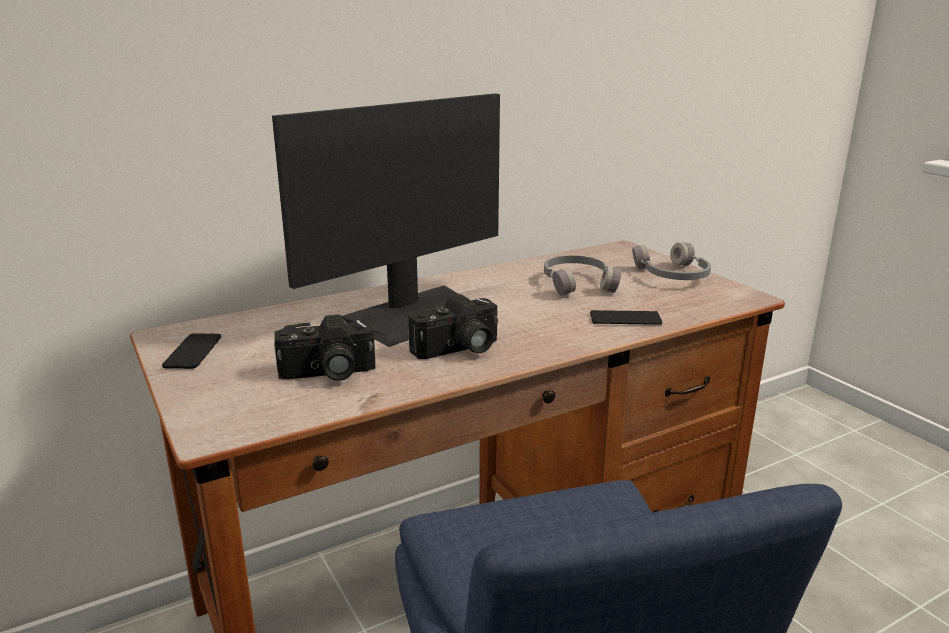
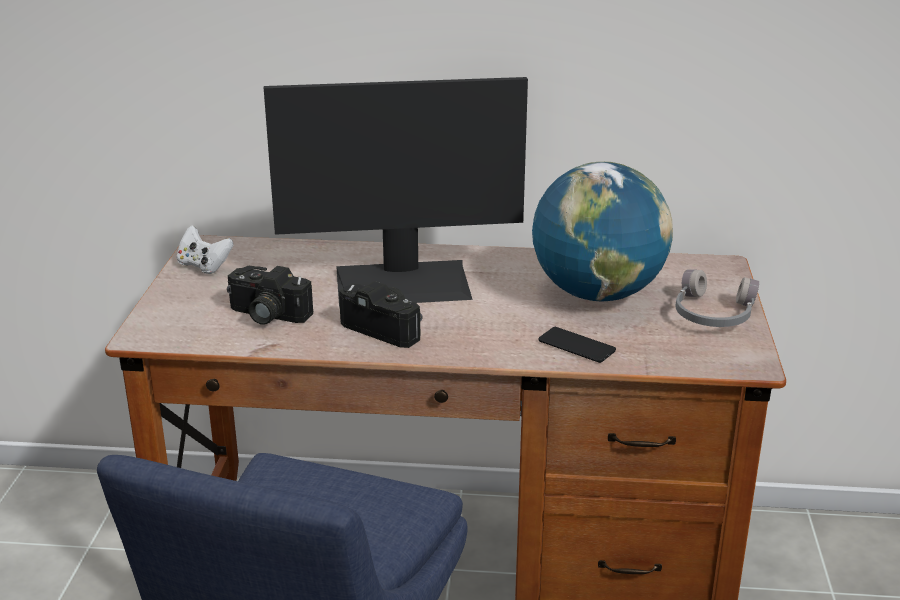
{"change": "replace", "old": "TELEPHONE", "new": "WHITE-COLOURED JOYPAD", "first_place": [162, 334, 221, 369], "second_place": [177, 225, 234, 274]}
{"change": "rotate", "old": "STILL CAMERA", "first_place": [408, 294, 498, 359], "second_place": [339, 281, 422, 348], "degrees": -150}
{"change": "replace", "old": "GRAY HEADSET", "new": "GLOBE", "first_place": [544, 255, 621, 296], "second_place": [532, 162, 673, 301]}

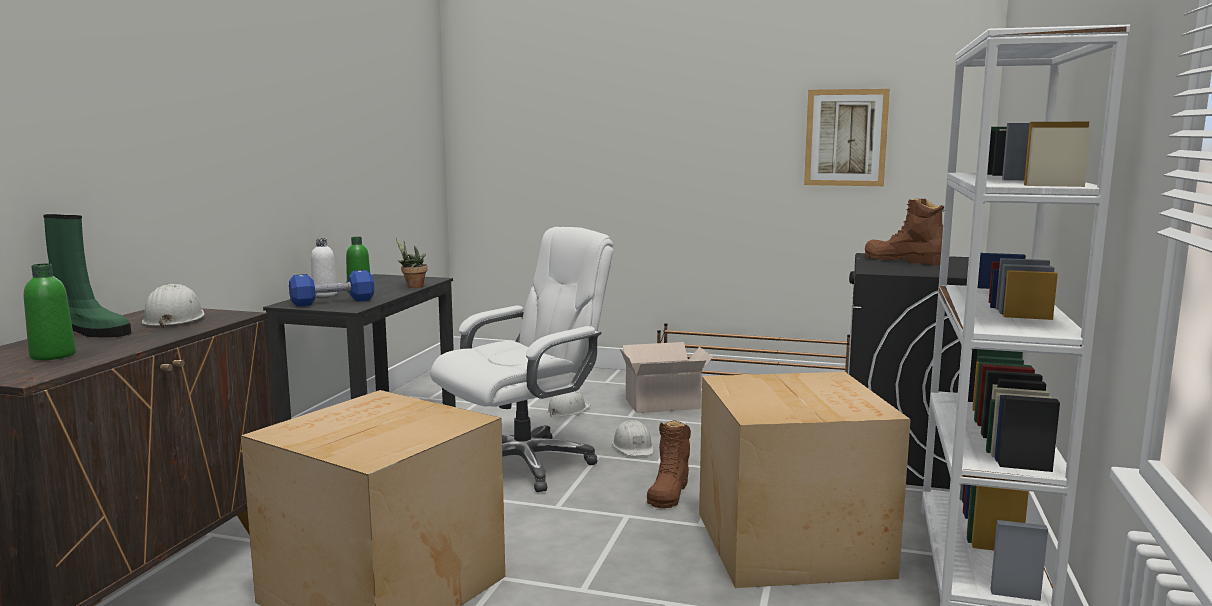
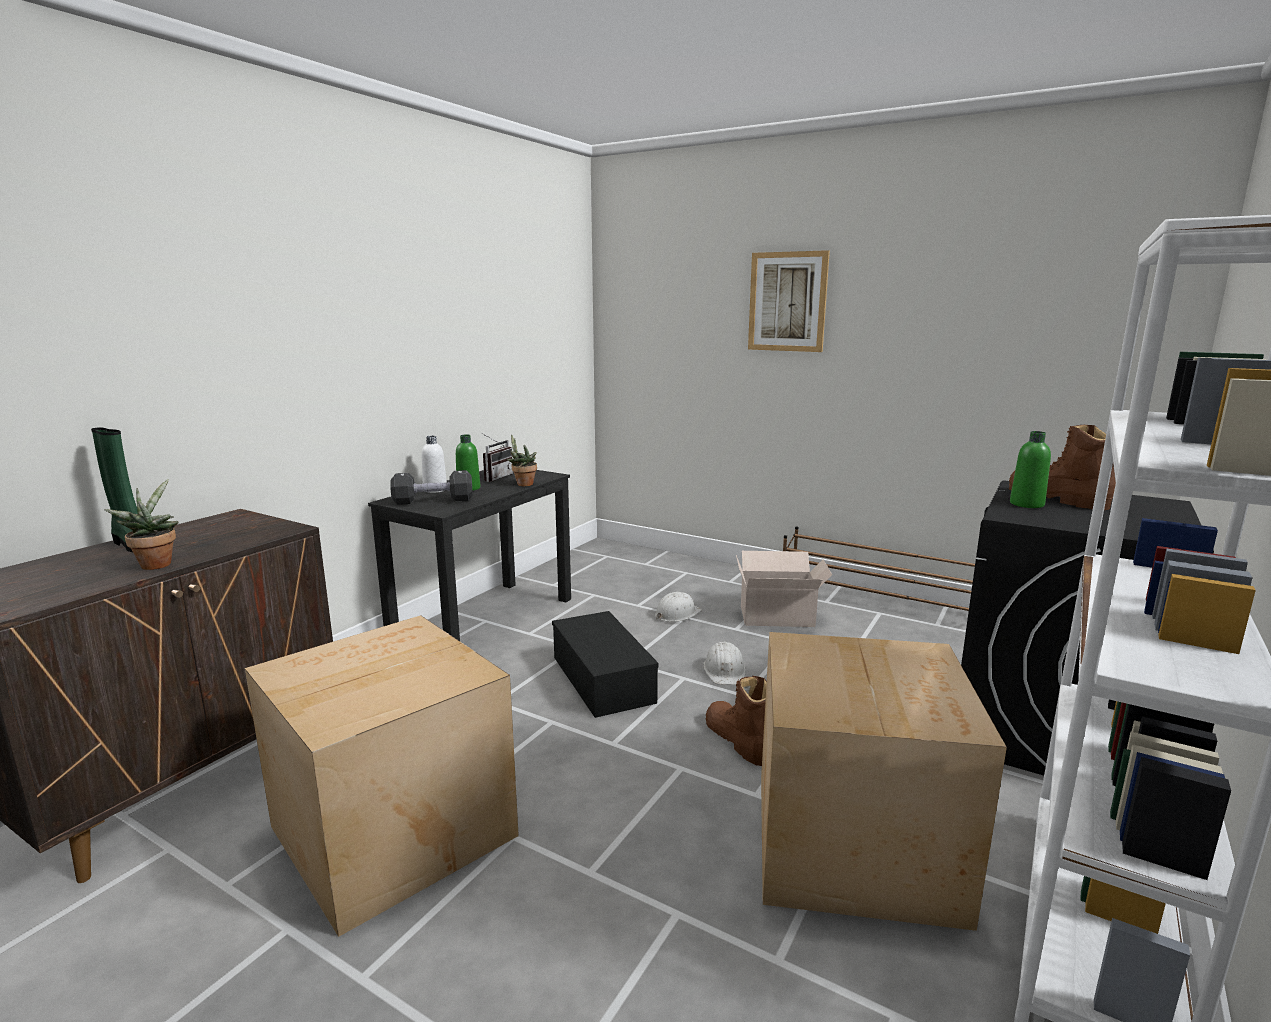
{"change": "insert", "new": "PLANT IN A POT", "second_place": [105, 479, 178, 570]}
{"change": "recolor", "old": "BLUE FREE WEIGHT", "new": "BLACK FREE WEIGHT", "first_place": [289, 270, 374, 307], "second_place": [390, 470, 473, 505]}
{"change": "insert", "new": "RADIO", "second_place": [482, 433, 513, 482]}
{"change": "replace", "old": "WHITE-COLOURED DESK CHAIR", "new": "BLACK STORAGE BIN", "first_place": [430, 227, 613, 492], "second_place": [552, 611, 659, 718]}
{"change": "rotate", "old": "BROWN HIGH-TOP BOOT", "first_place": [647, 421, 691, 508], "second_place": [705, 676, 767, 766], "degrees": 120}
{"change": "move", "old": "WALL ART", "first_place": [804, 89, 890, 186], "second_place": [748, 250, 830, 352]}
{"change": "move", "old": "GREEN-COLOURED BOTTLE", "first_place": [24, 263, 76, 360], "second_place": [1010, 431, 1051, 508]}
{"change": "delete", "old": "WHITE-COLOURED HARD HAT", "first_place": [142, 284, 205, 328]}

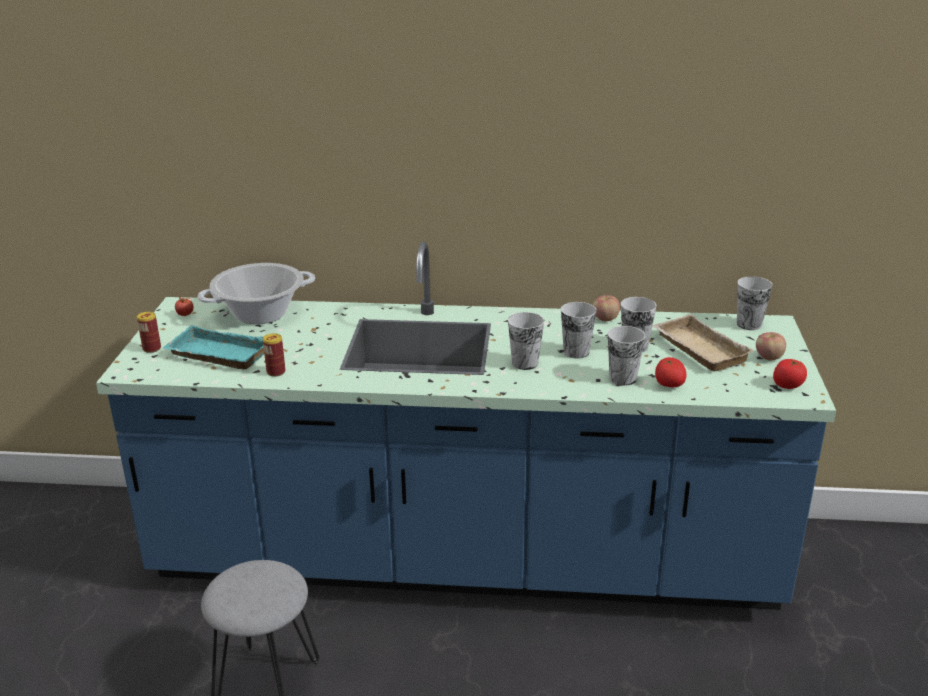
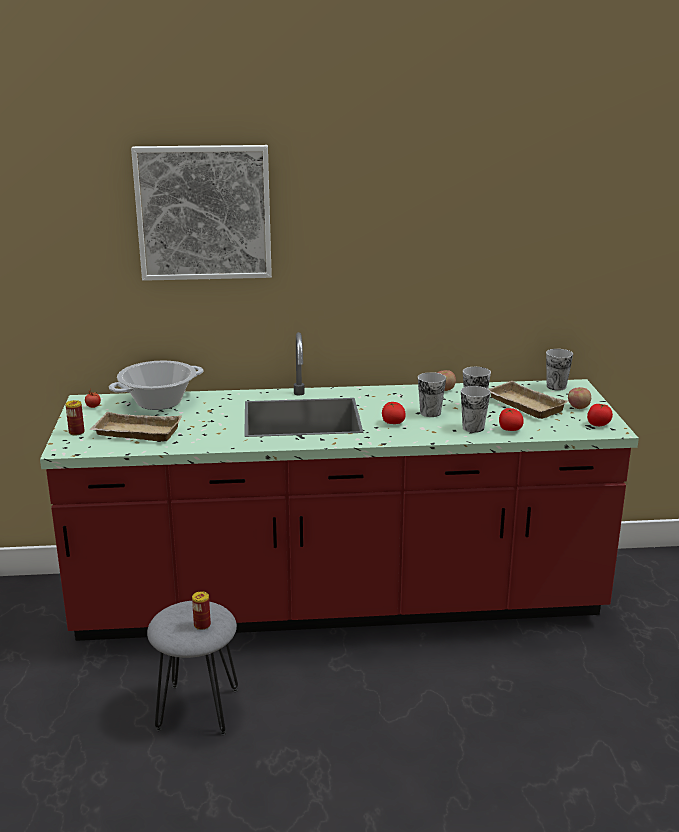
{"change": "recolor", "old": "BLUE KITCHEN COUNTER", "new": "REDDISH KITCHEN COUNTER", "first_place": [96, 241, 836, 610], "second_place": [40, 332, 639, 641]}
{"change": "recolor", "old": "TURQUOISE SERVING TRAY", "new": "SAND-COLOURED SERVING TRAY", "first_place": [163, 325, 264, 369], "second_place": [89, 412, 182, 442]}
{"change": "insert", "new": "WALL ART", "second_place": [131, 145, 272, 281]}
{"change": "move", "old": "METAL CAN", "first_place": [263, 333, 285, 377], "second_place": [192, 591, 211, 630]}
{"change": "replace", "old": "CUP", "new": "TOMATO", "first_place": [508, 312, 544, 370], "second_place": [382, 402, 406, 424]}

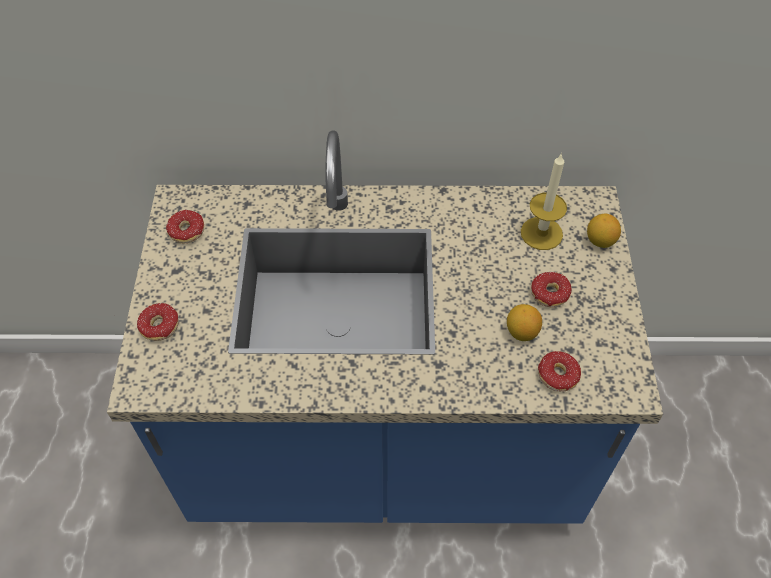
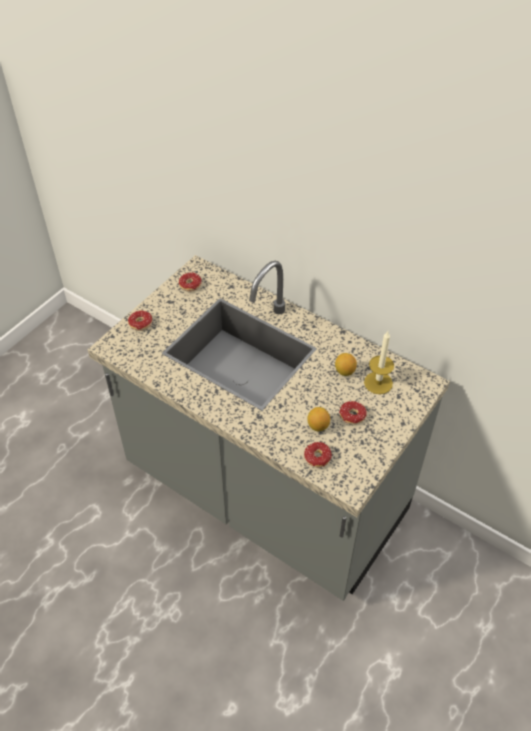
{"change": "recolor", "old": "BLUE KITCHEN COUNTER", "new": "GRAY KITCHEN COUNTER", "first_place": [107, 131, 663, 524], "second_place": [87, 255, 450, 601]}
{"change": "move", "old": "LEMON", "first_place": [587, 214, 621, 248], "second_place": [335, 353, 357, 376]}

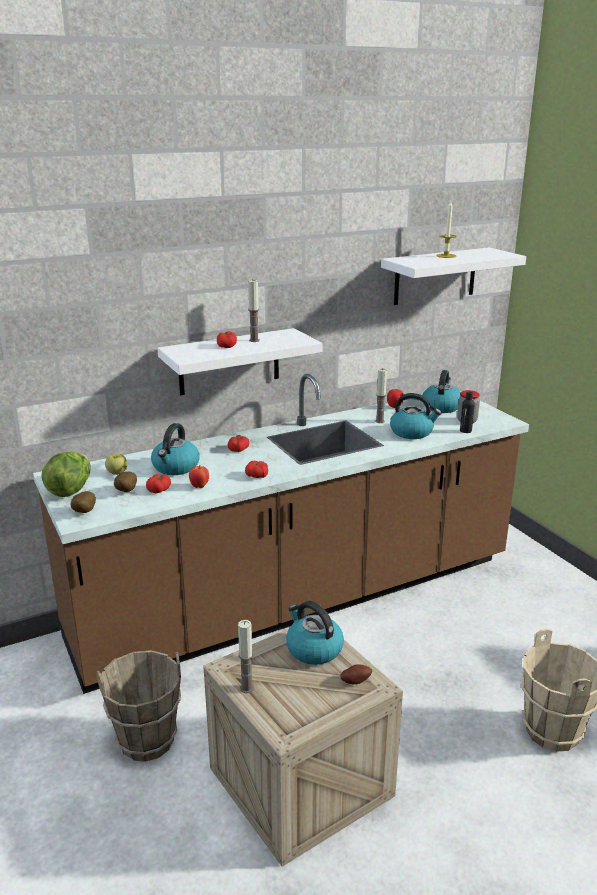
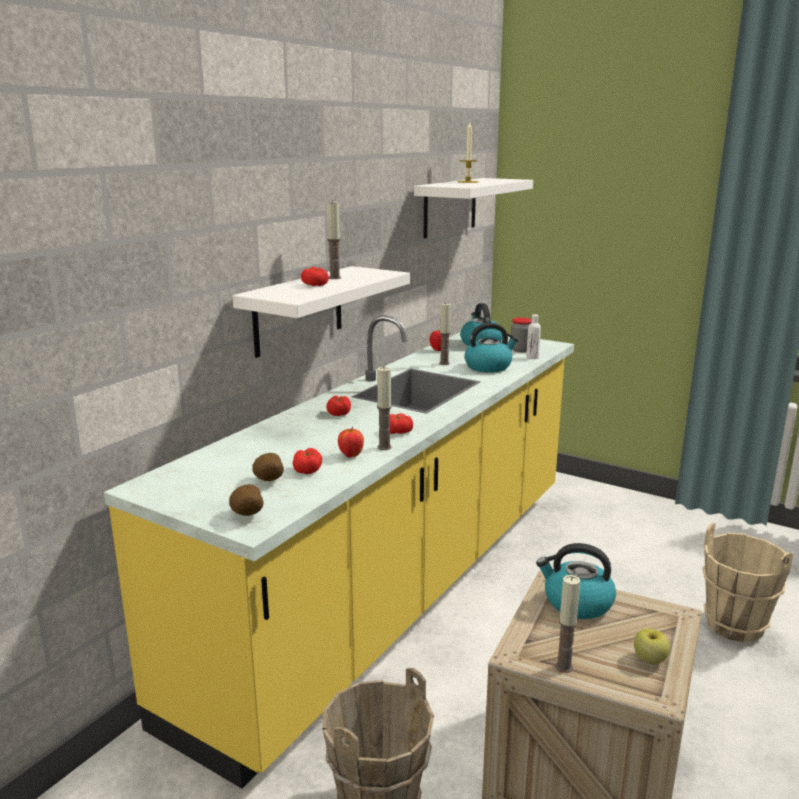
{"change": "recolor", "old": "BROWN KITCHEN COUNTER", "new": "YELLOW-COLOURED KITCHEN COUNTER", "first_place": [33, 374, 529, 694], "second_place": [104, 315, 574, 789]}
{"change": "insert", "new": "CANDLE", "second_place": [377, 366, 392, 450]}
{"change": "recolor", "old": "BLACK BOTTLE", "new": "WHITE-COLOURED BOTTLE", "first_place": [460, 392, 475, 433], "second_place": [526, 314, 541, 359]}
{"change": "move", "old": "APPLE", "first_place": [105, 454, 127, 475], "second_place": [634, 629, 670, 664]}
{"change": "delete", "old": "LETTUCE HEAD", "first_place": [41, 452, 91, 497]}
{"change": "delete", "old": "WATER KETTLE", "first_place": [151, 423, 200, 475]}
{"change": "delete", "old": "POTATO", "first_place": [340, 664, 372, 684]}

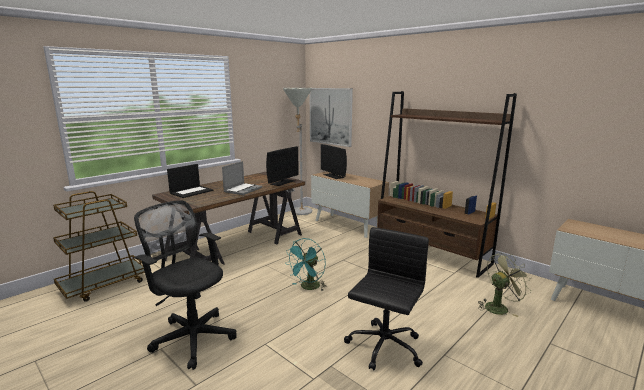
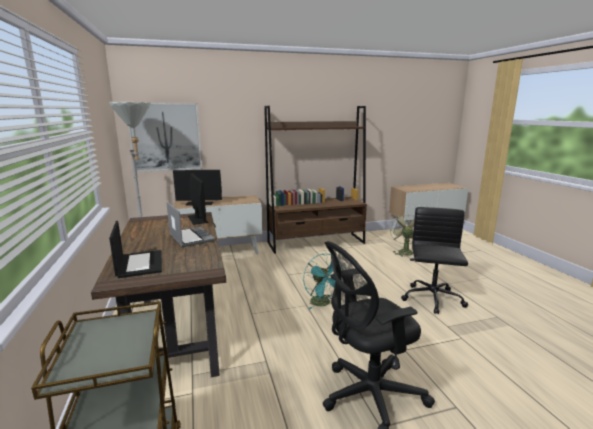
{"change": "rotate", "old": "BLACK DESK CHAIR", "first_place": [344, 227, 429, 370], "second_place": [401, 207, 468, 314], "degrees": 45}

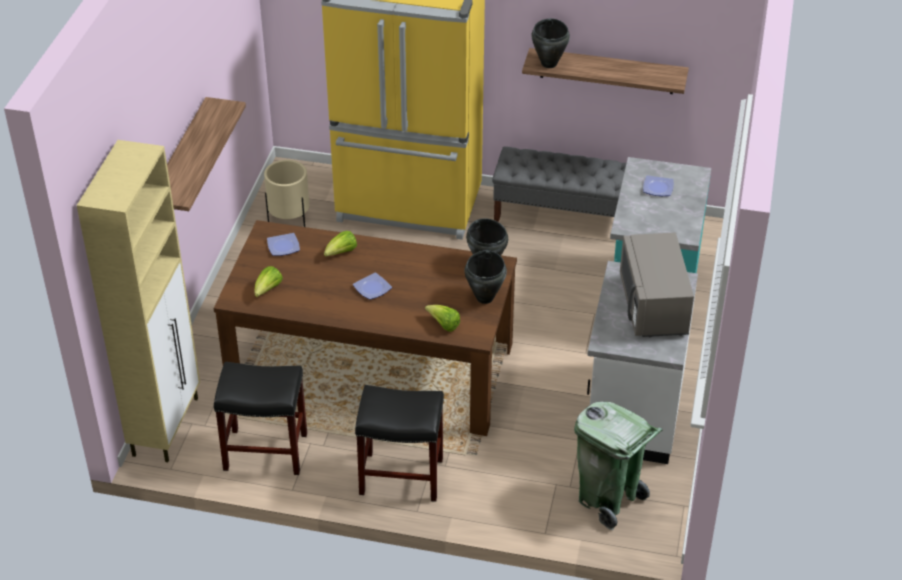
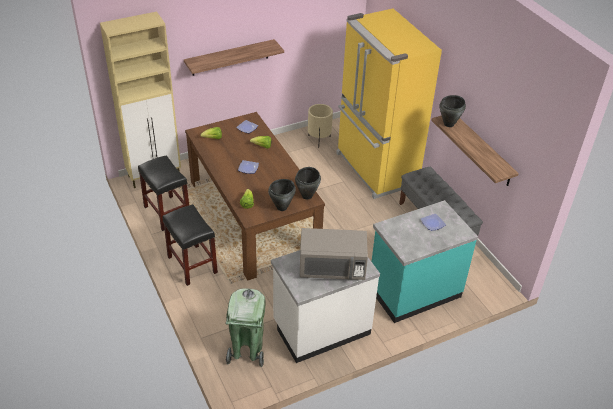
{"change": "rotate", "old": "GRAY MICROWAVE", "first_place": [620, 233, 694, 337], "second_place": [300, 228, 368, 280], "degrees": -135}

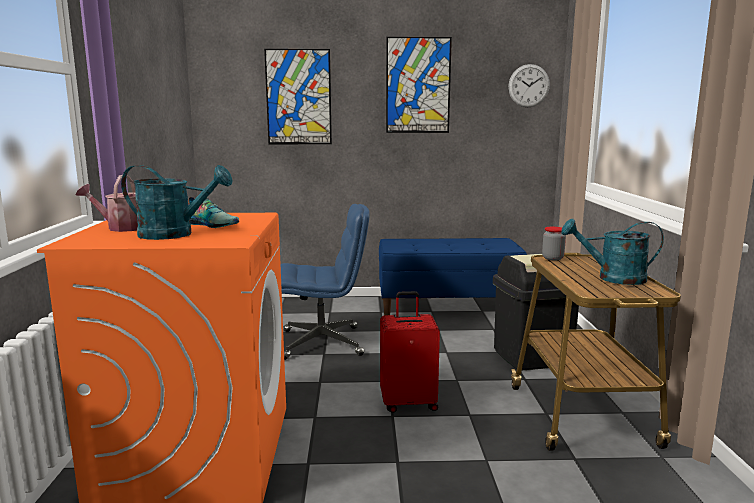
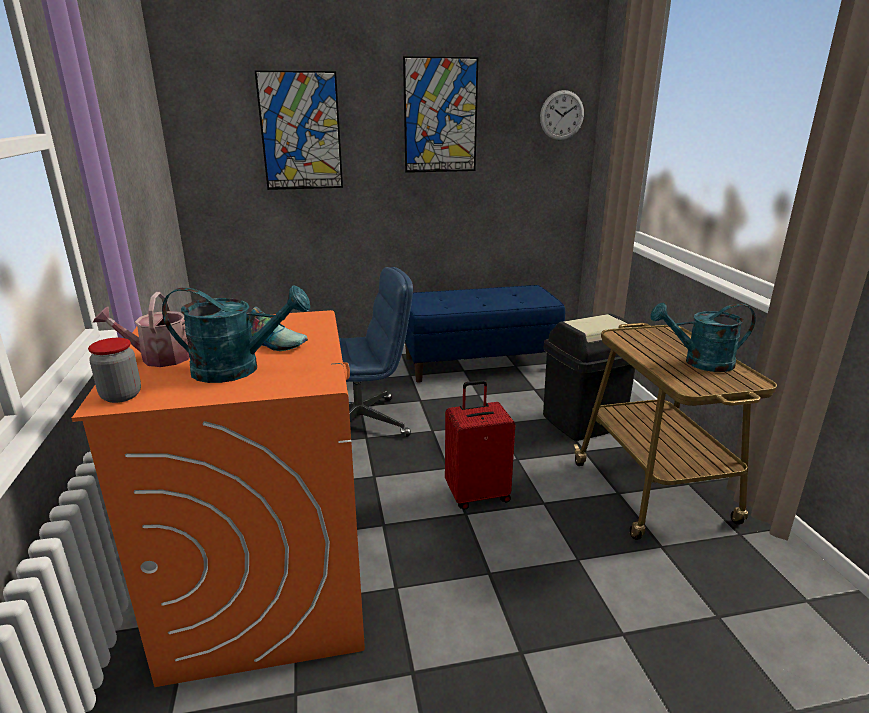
{"change": "move", "old": "PRESERVE JAR", "first_place": [542, 227, 566, 260], "second_place": [88, 338, 141, 403]}

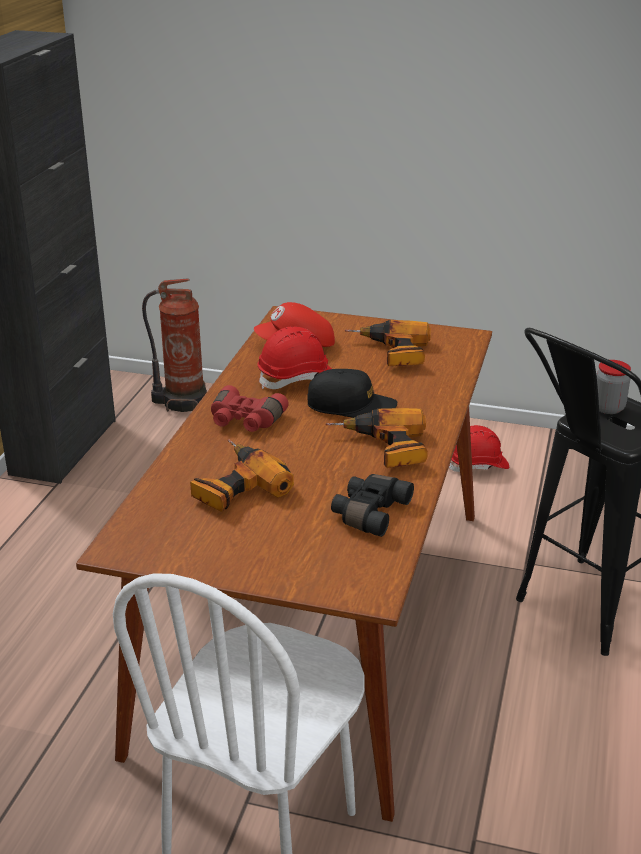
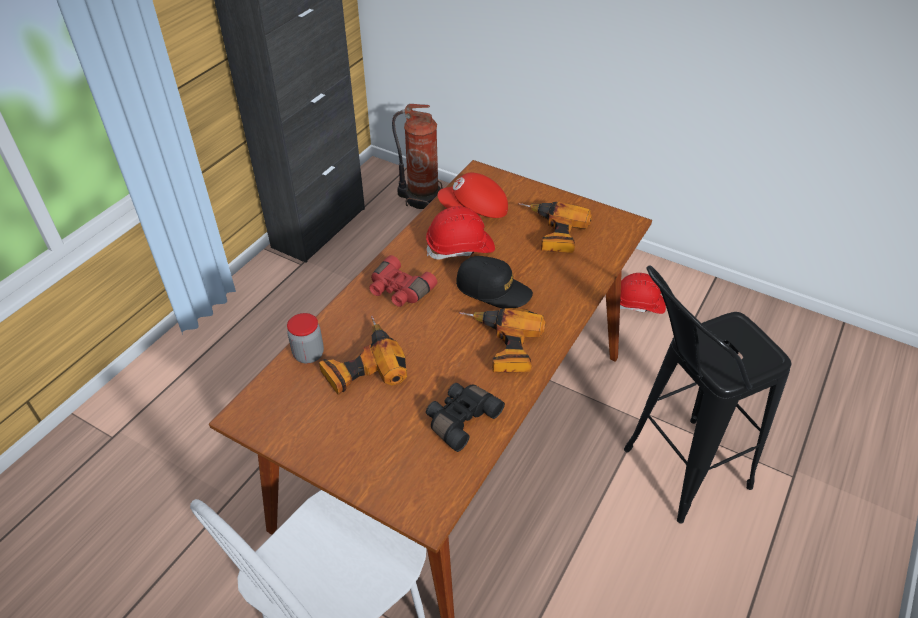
{"change": "move", "old": "PRESERVE JAR", "first_place": [596, 360, 631, 414], "second_place": [287, 313, 324, 364]}

